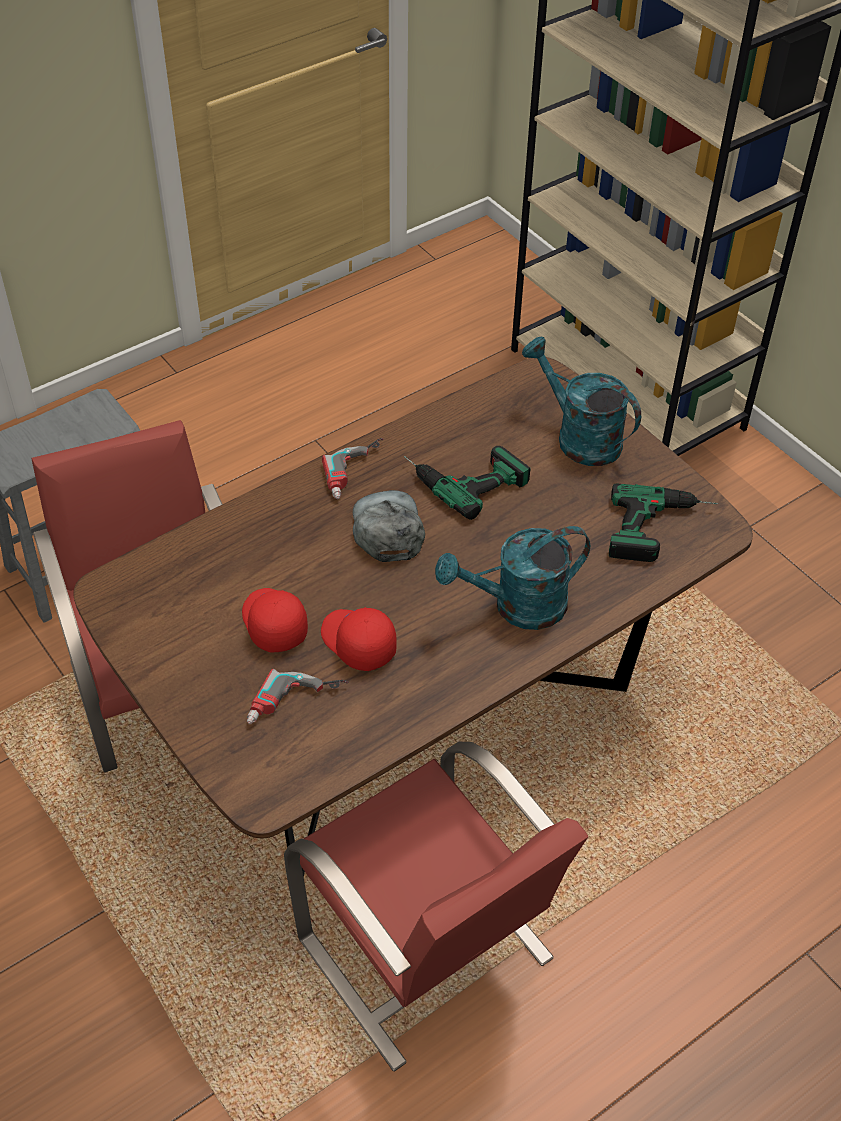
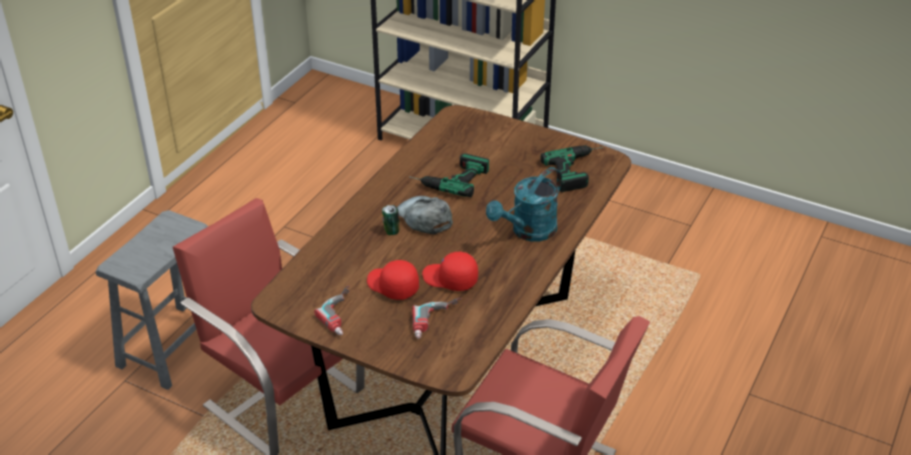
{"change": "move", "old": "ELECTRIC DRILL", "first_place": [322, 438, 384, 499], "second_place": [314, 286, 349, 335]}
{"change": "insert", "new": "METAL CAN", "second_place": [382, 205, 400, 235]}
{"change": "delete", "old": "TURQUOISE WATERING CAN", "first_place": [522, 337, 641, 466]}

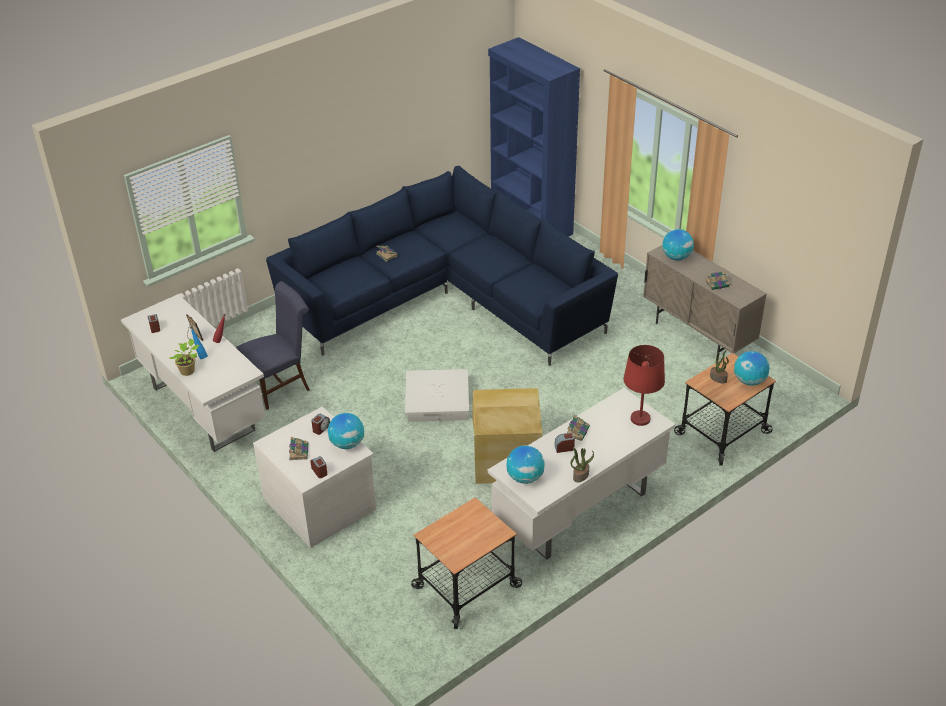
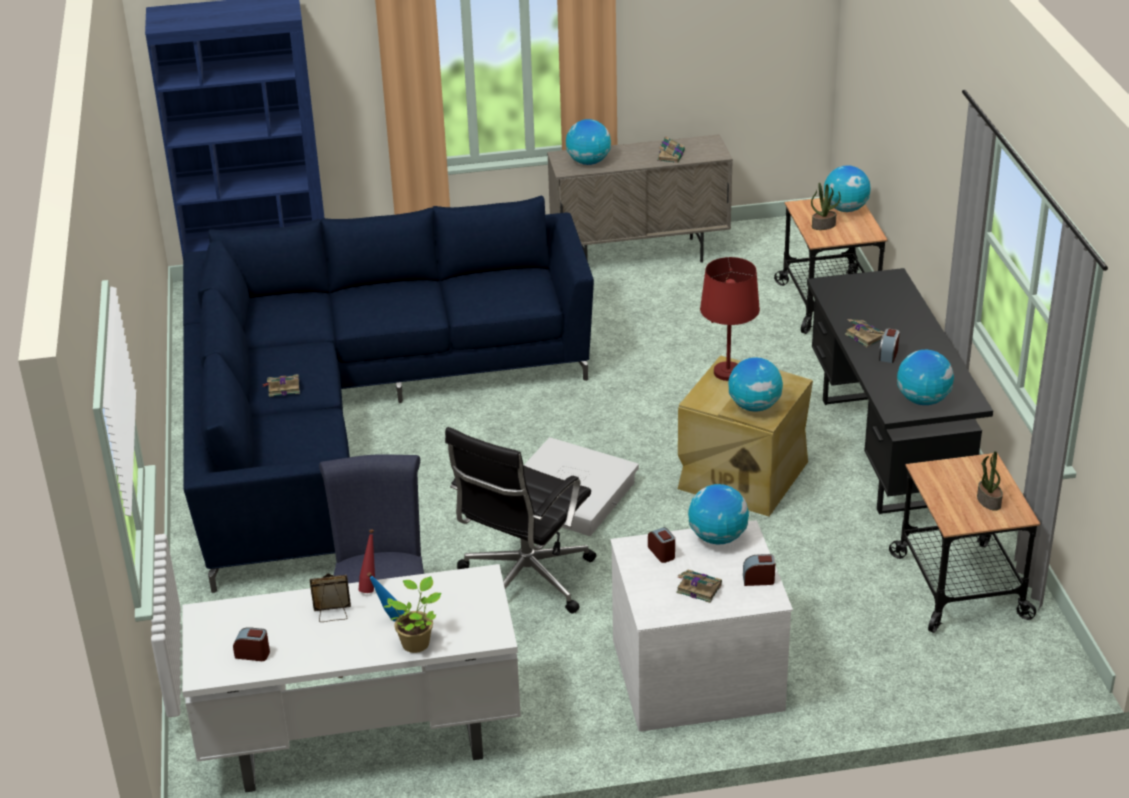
{"change": "insert", "new": "BLACK DESK CHAIR", "second_place": [445, 427, 596, 613]}
{"change": "move", "old": "REDDISH LAMP FOR A TABLE", "first_place": [624, 345, 665, 426], "second_place": [700, 257, 760, 381]}
{"change": "insert", "new": "GLOBE", "second_place": [728, 357, 783, 412]}
{"change": "recolor", "old": "WHITE-COLOURED DESK TABLE", "new": "BLACK DESK TABLE", "first_place": [488, 388, 675, 560], "second_place": [807, 268, 993, 515]}
{"change": "move", "old": "PLANT IN A POT", "first_place": [571, 447, 594, 482], "second_place": [977, 451, 1003, 511]}

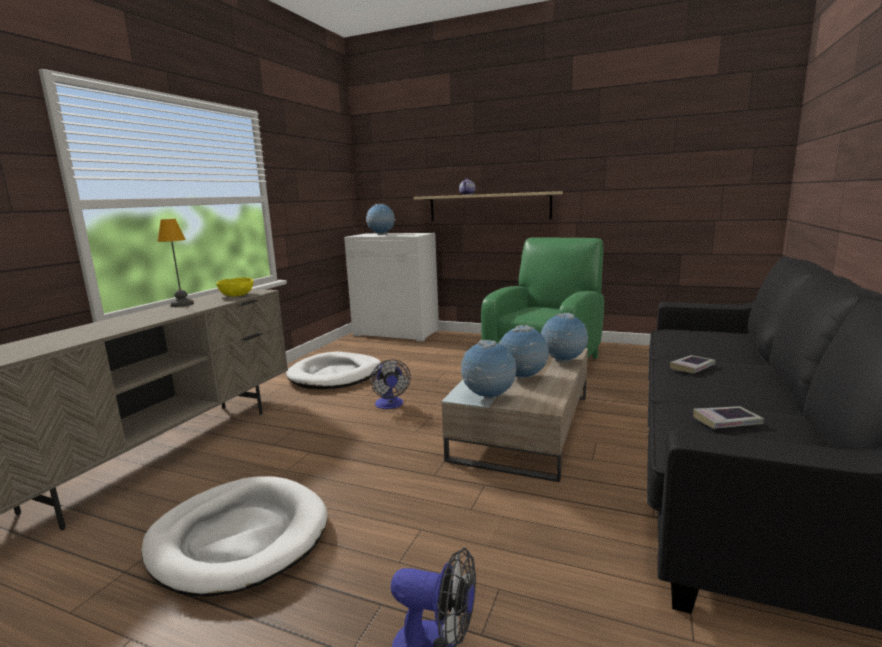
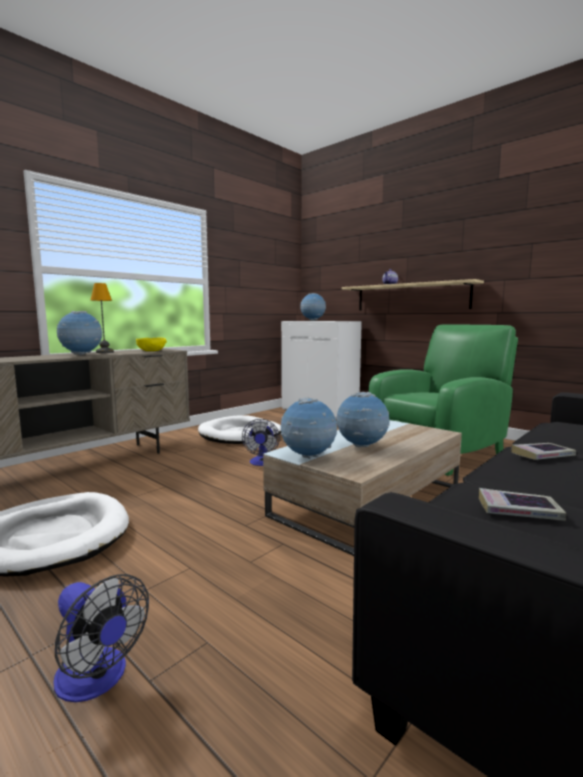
{"change": "move", "old": "GLOBE", "first_place": [541, 313, 588, 362], "second_place": [57, 311, 102, 355]}

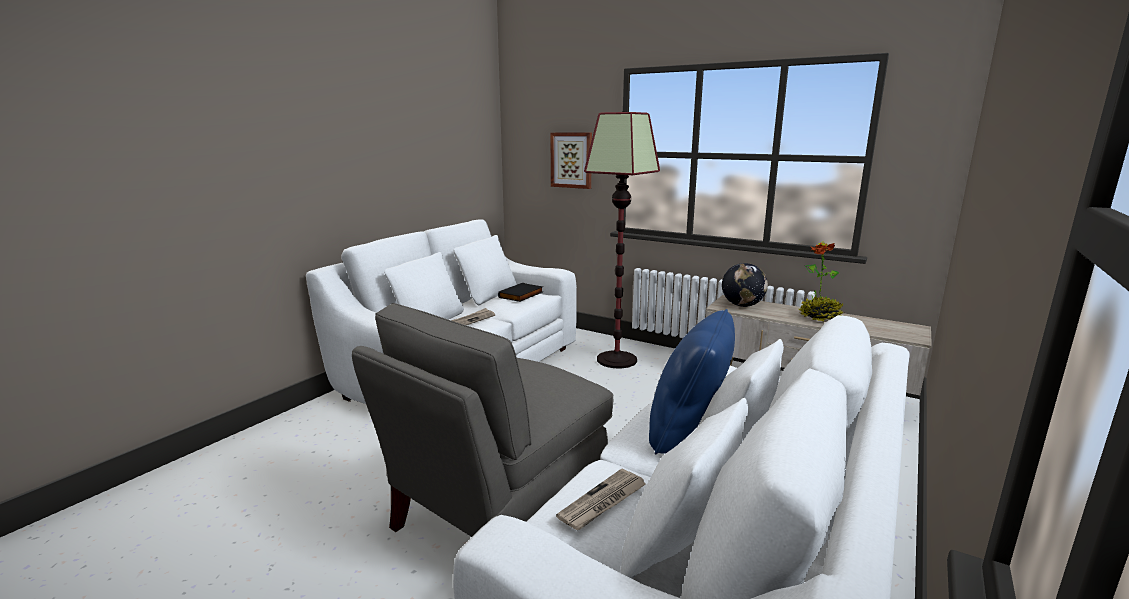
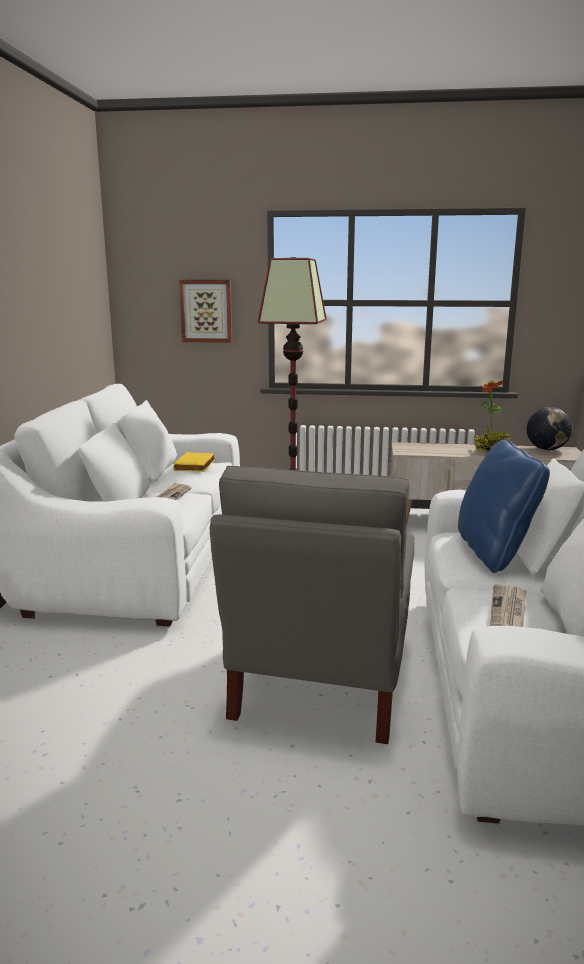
{"change": "recolor", "old": "BLACK BOOK", "new": "YELLOW-COLOURED BOOK", "first_place": [498, 283, 543, 302], "second_place": [173, 452, 215, 472]}
{"change": "move", "old": "GLOBE", "first_place": [722, 263, 768, 307], "second_place": [527, 407, 572, 450]}

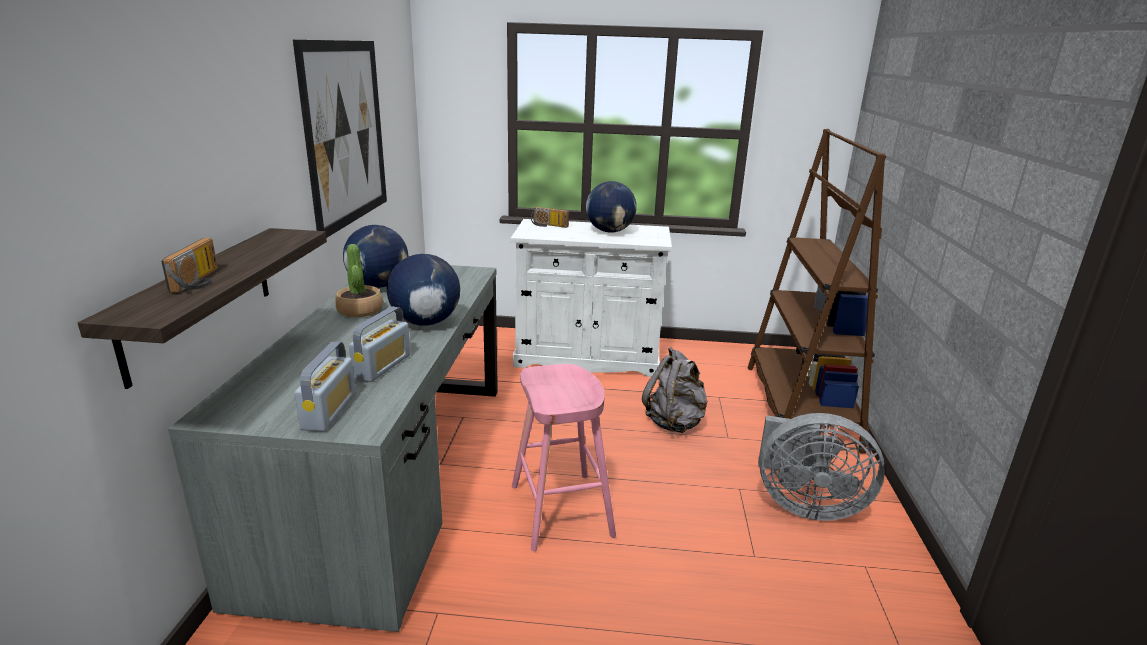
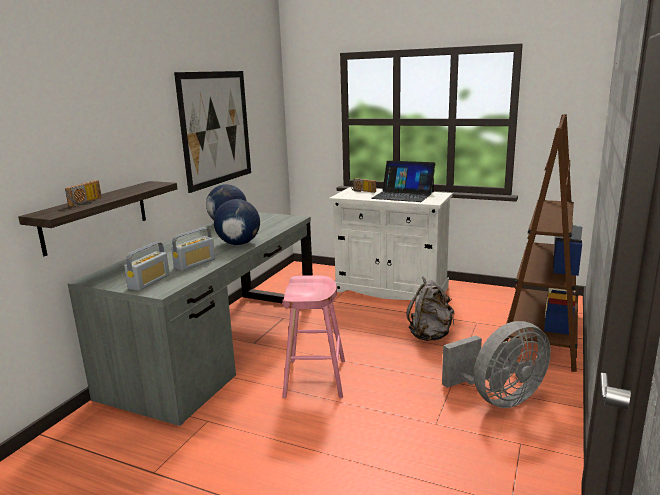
{"change": "replace", "old": "GLOBE", "new": "LAPTOP", "first_place": [586, 181, 637, 233], "second_place": [371, 161, 435, 202]}
{"change": "rotate", "old": "GRAY ELECTRIC FAN", "first_place": [758, 413, 885, 521], "second_place": [442, 321, 551, 408], "degrees": -60}
{"change": "delete", "old": "PLANT IN A POT", "first_place": [335, 244, 383, 317]}

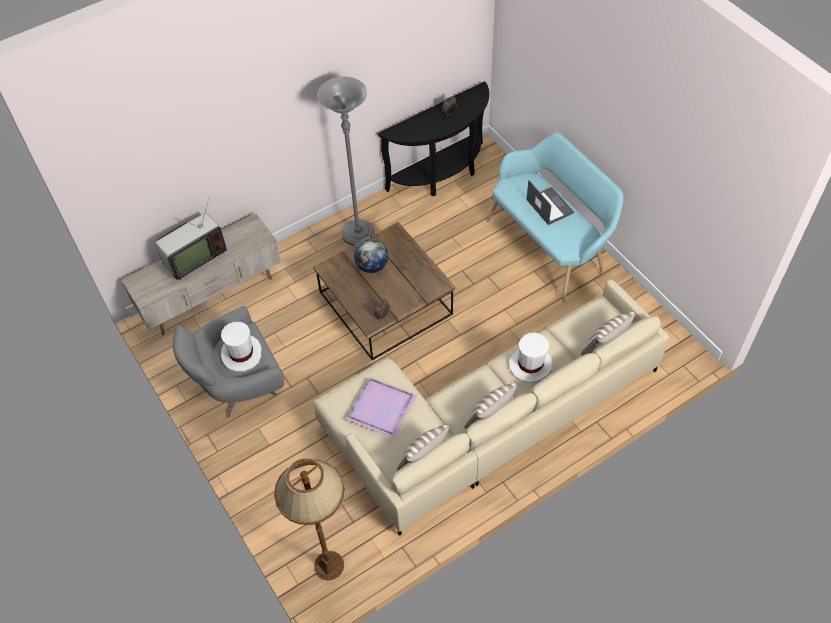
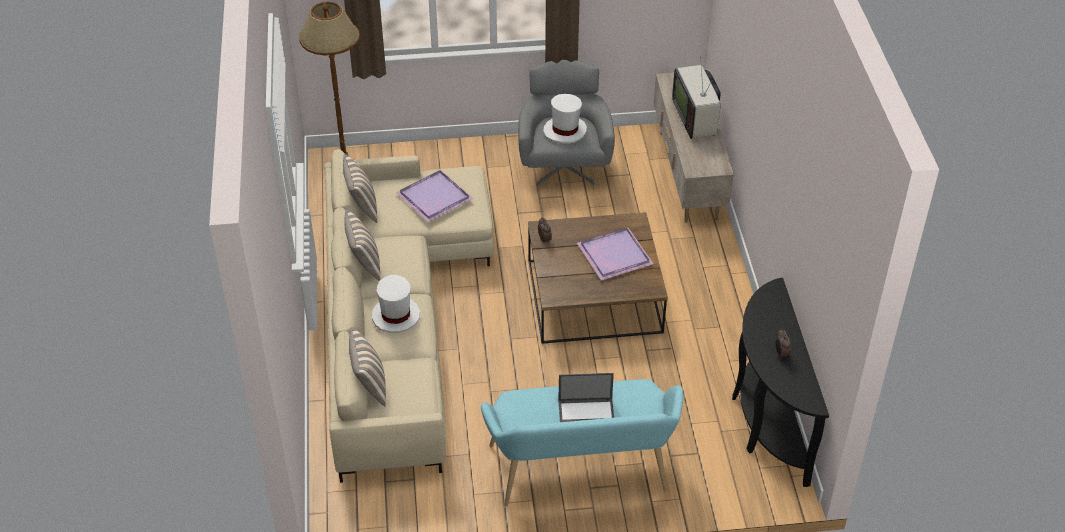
{"change": "replace", "old": "GLOBE", "new": "PURPLISH SERVING TRAY", "first_place": [354, 239, 388, 273], "second_place": [577, 228, 654, 280]}
{"change": "delete", "old": "GRAY STANDING LAMP", "first_place": [317, 77, 375, 246]}

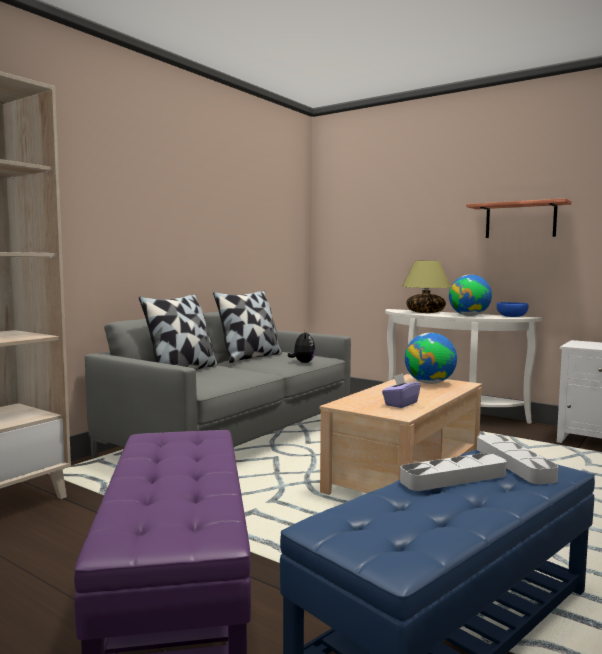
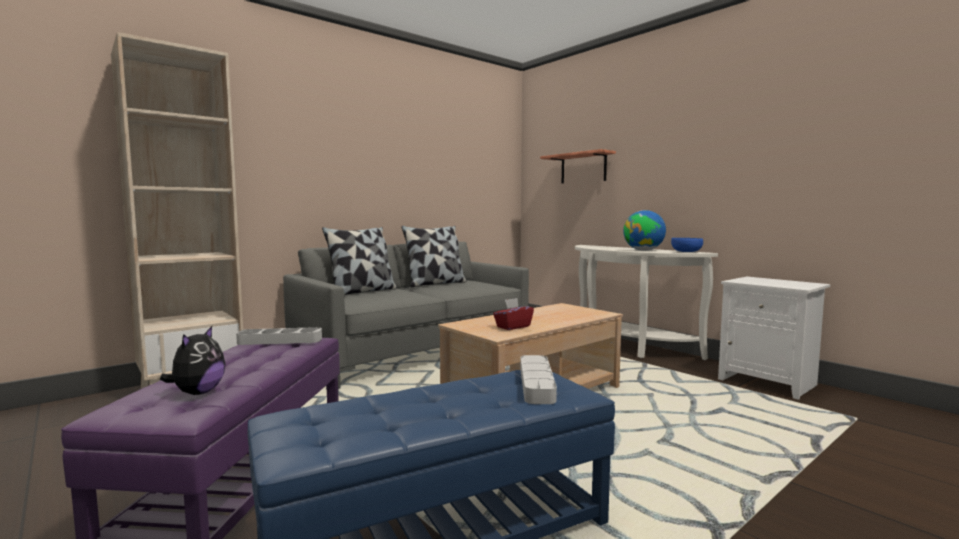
{"change": "move", "old": "CUDDLY TOY", "first_place": [288, 330, 315, 363], "second_place": [160, 326, 225, 395]}
{"change": "move", "old": "GRAY SERVING TRAY", "first_place": [400, 453, 506, 491], "second_place": [236, 327, 322, 345]}
{"change": "recolor", "old": "PURPLISH TISSUE BOX", "new": "REDDISH TISSUE BOX", "first_place": [382, 373, 421, 408], "second_place": [493, 298, 534, 330]}
{"change": "move", "old": "WALL SHELF", "first_place": [466, 198, 572, 238], "second_place": [540, 149, 616, 183]}
{"change": "delete", "old": "LAMP FOR A TABLE", "first_place": [402, 261, 451, 313]}
{"change": "delete", "old": "GLOBE", "first_place": [405, 333, 457, 384]}

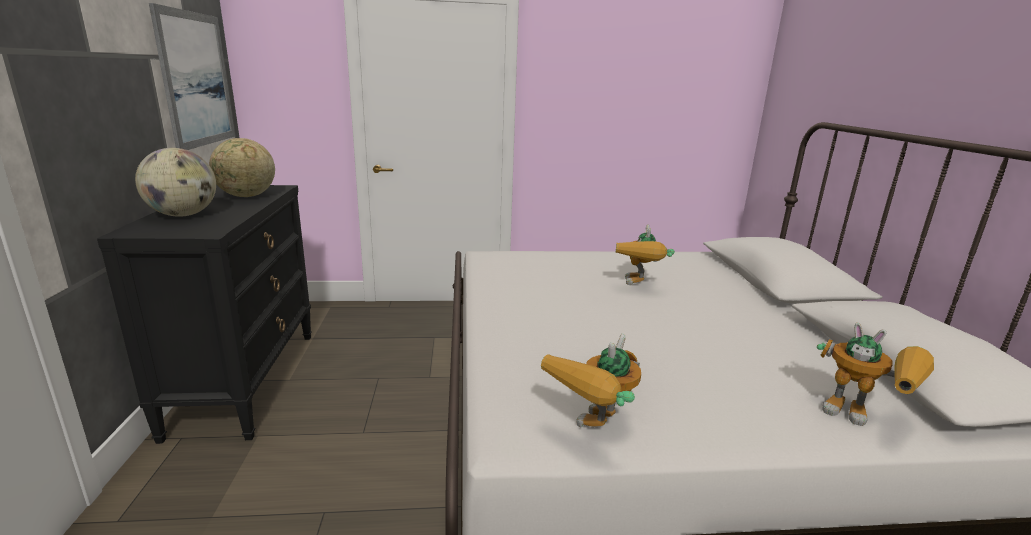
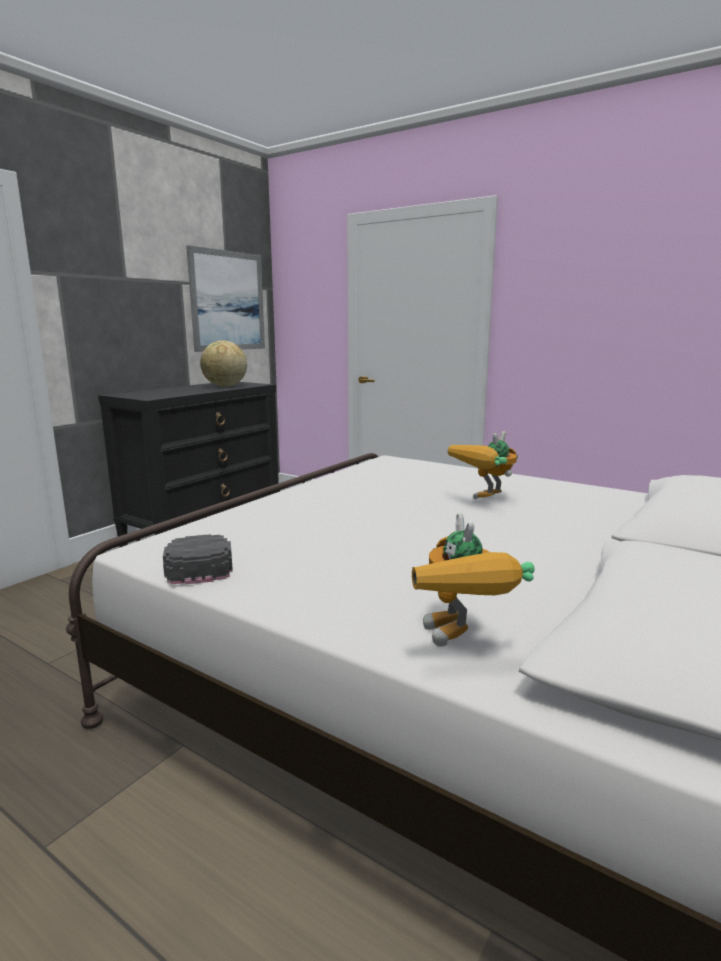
{"change": "replace", "old": "ROBOT FIGURE", "new": "BLACK BASEBALL CAP", "first_place": [541, 333, 641, 427], "second_place": [163, 534, 233, 584]}
{"change": "delete", "old": "GLOBE", "first_place": [135, 148, 216, 217]}

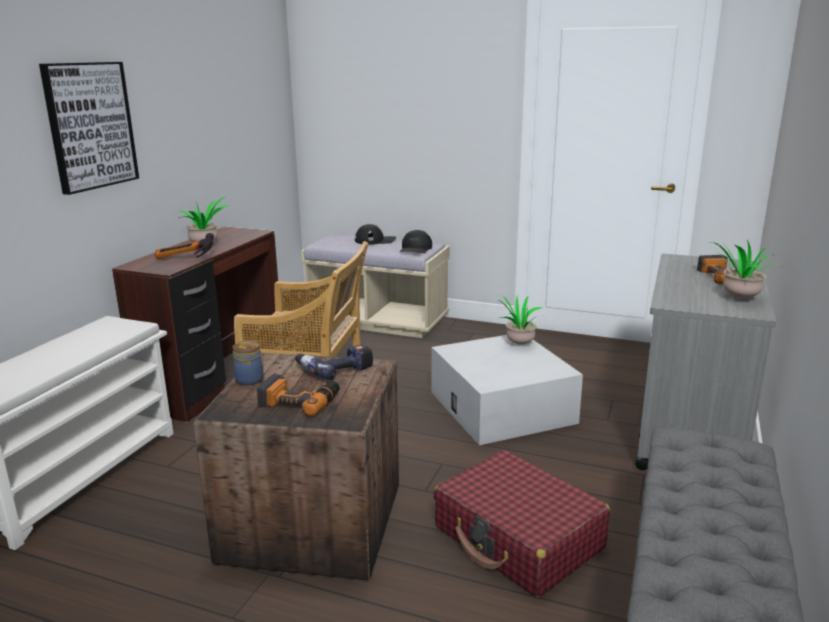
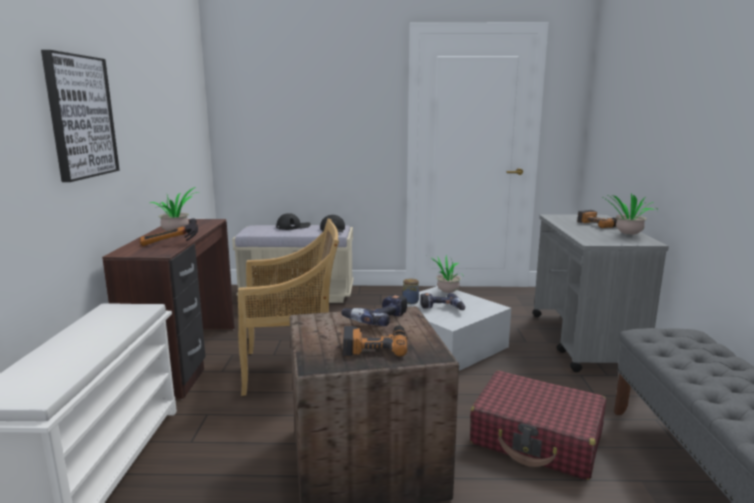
{"change": "move", "old": "PRESERVE JAR", "first_place": [232, 341, 264, 386], "second_place": [402, 279, 419, 304]}
{"change": "insert", "new": "ELECTRIC DRILL", "second_place": [420, 293, 465, 310]}

